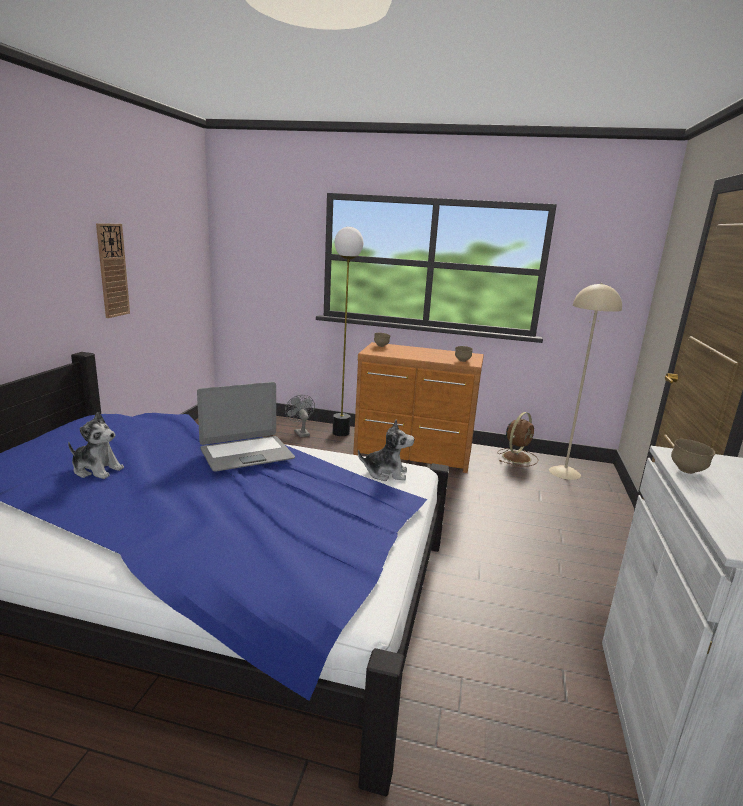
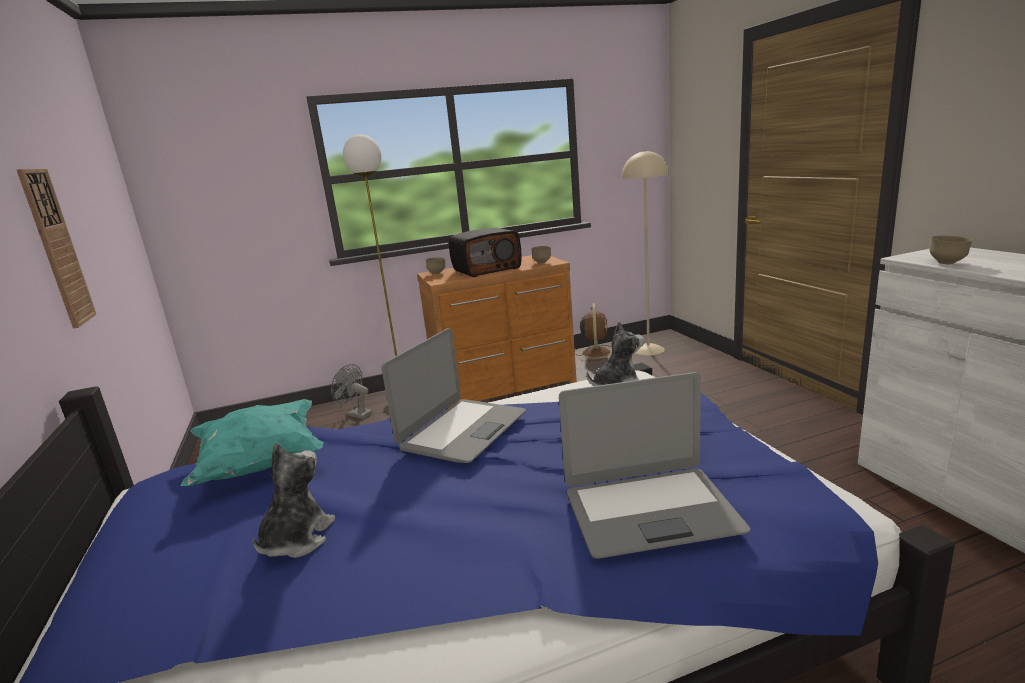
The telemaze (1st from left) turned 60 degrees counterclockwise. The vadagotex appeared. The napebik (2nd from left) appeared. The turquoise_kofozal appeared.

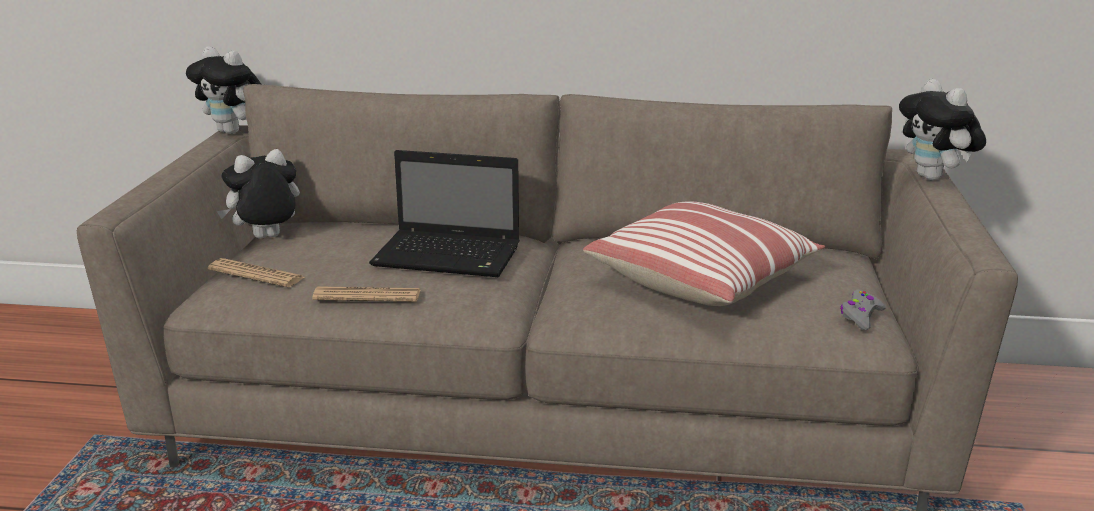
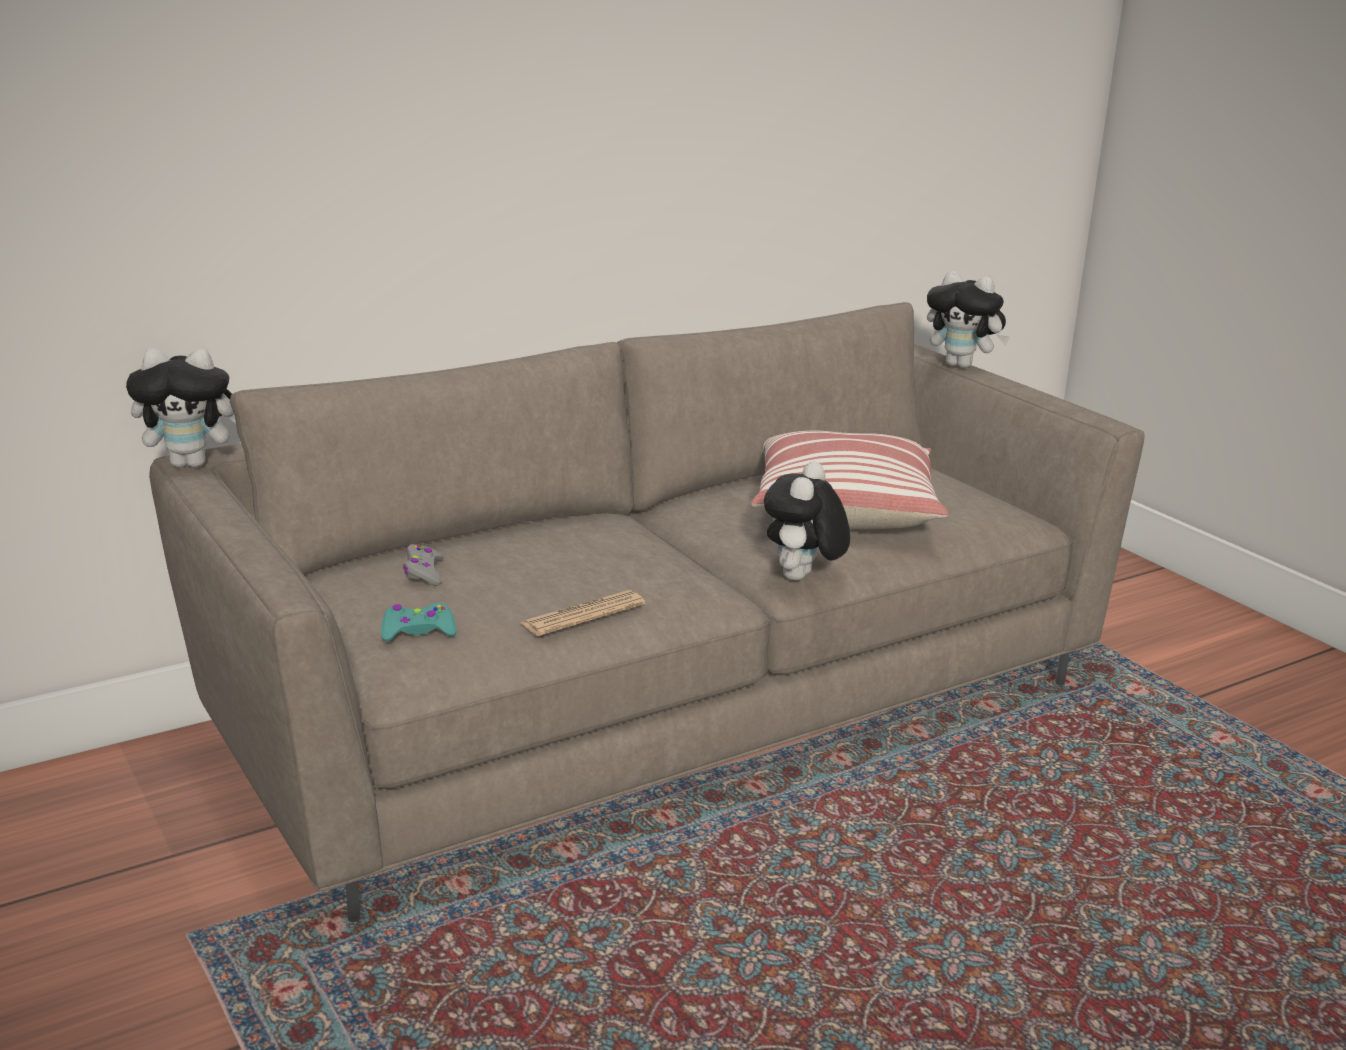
The telemaze (2nd from left) moved. The napebik disappeared. The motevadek (1st from left) was replaced by the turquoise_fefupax. The grey_fefupax moved.

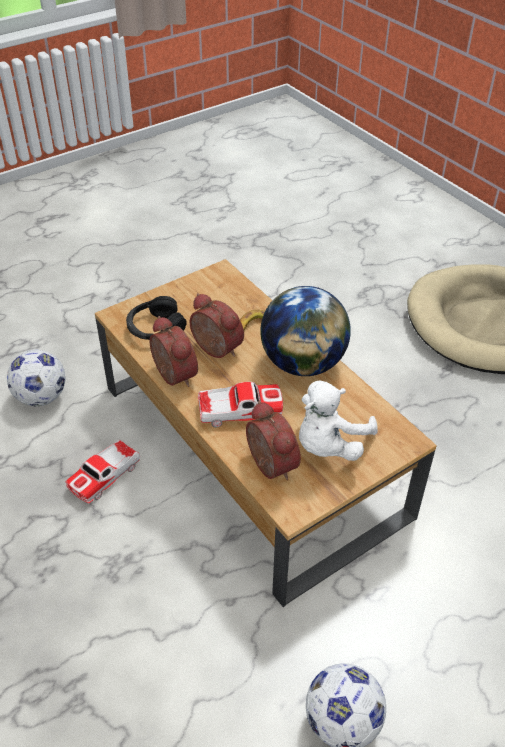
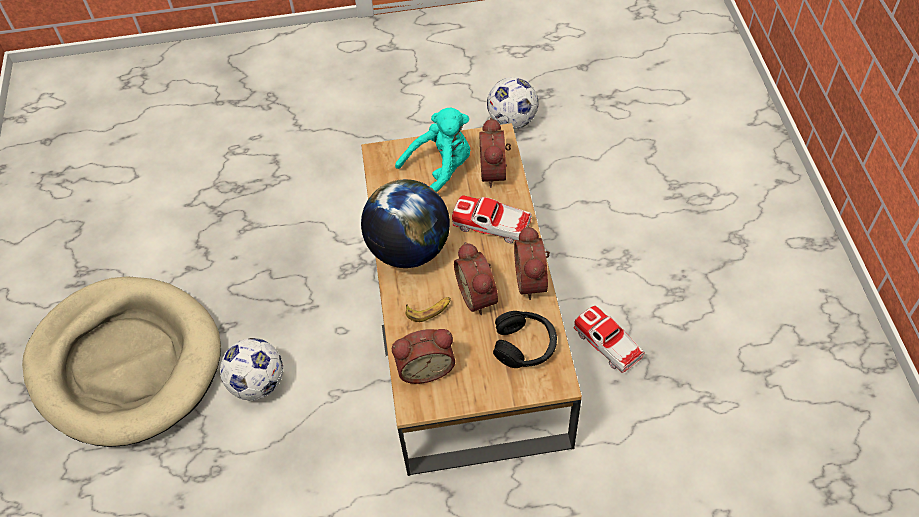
The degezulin (1st from left) moved. The white_telemaze became the turquoise_telemaze. The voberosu (1st from left in the first image) turned 105 degrees counterclockwise. The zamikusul (1st from left) appeared.

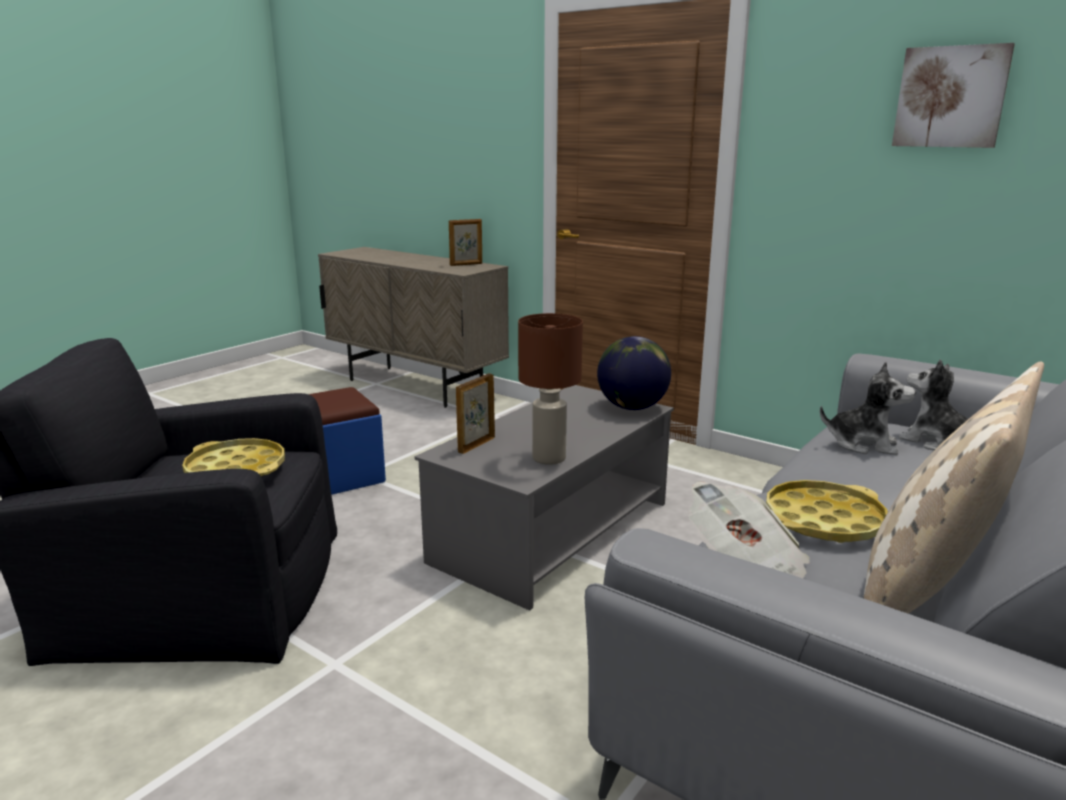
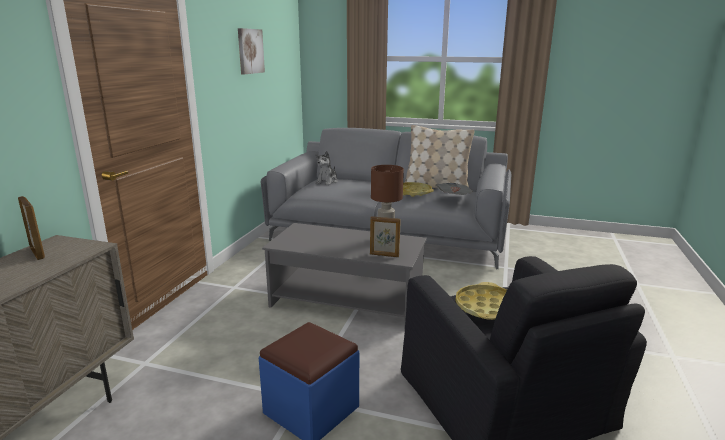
The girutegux disappeared. The telemaze (1st from left) disappeared.

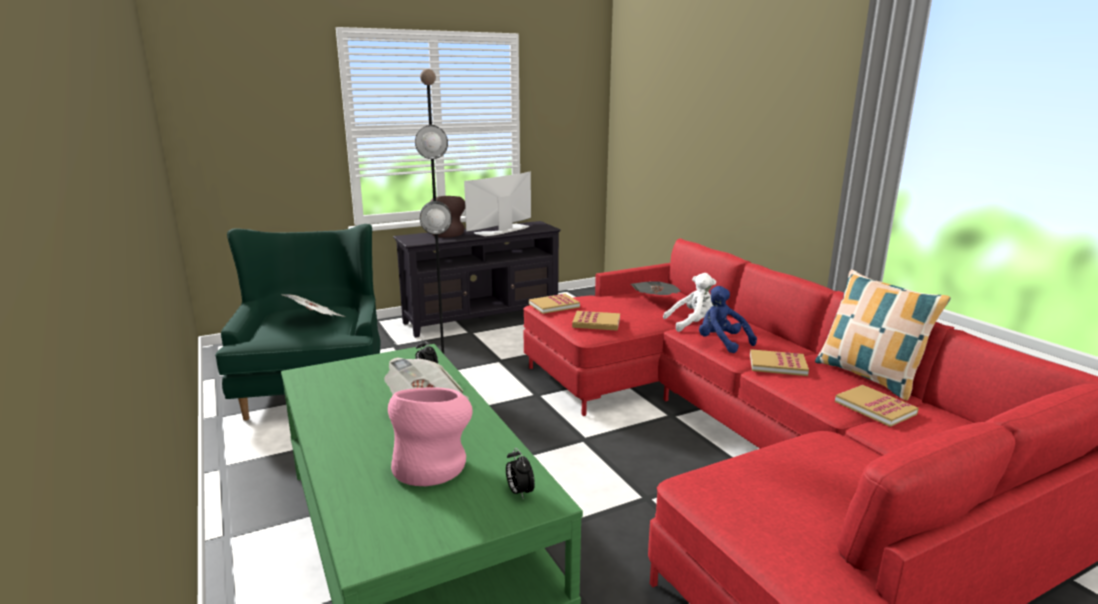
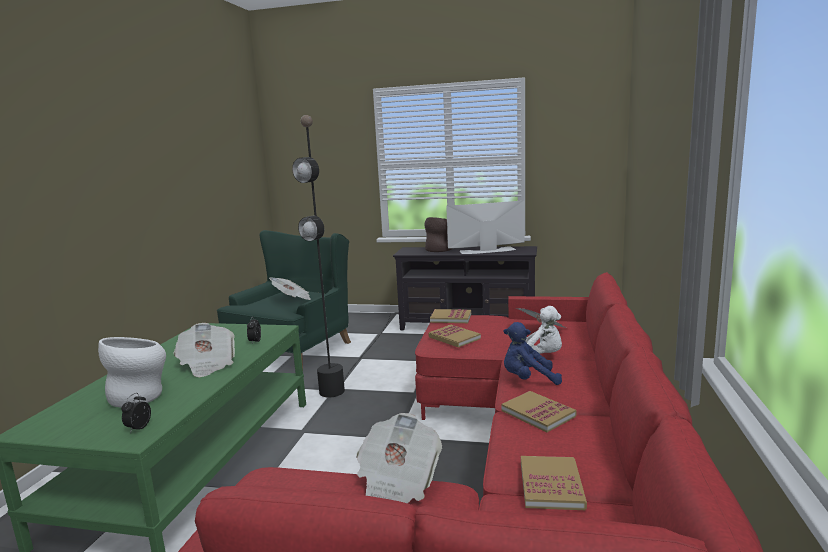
The kofozal disappeared. The blue_telemaze turned 90 degrees counterclockwise. The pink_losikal became the white_losikal. The motevadek (3rd from left) appeared.

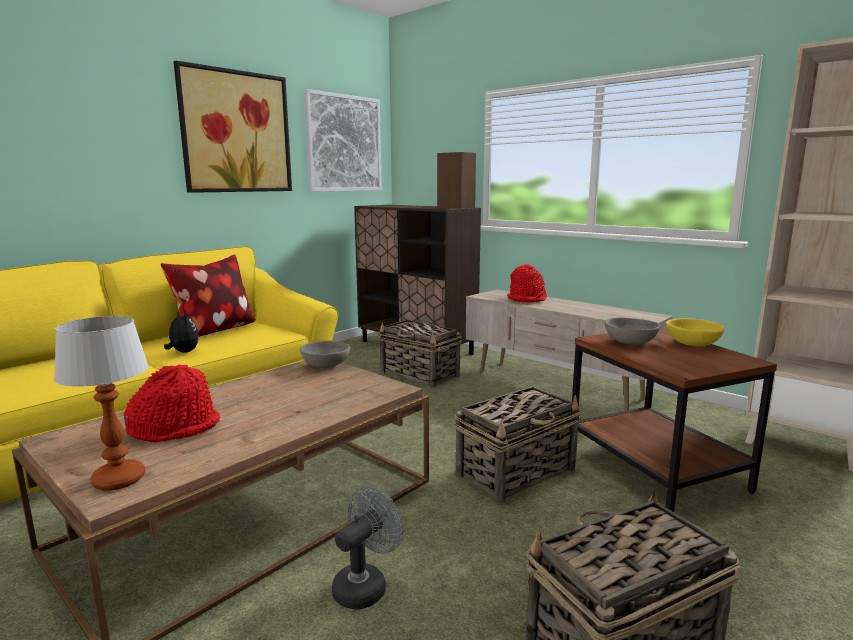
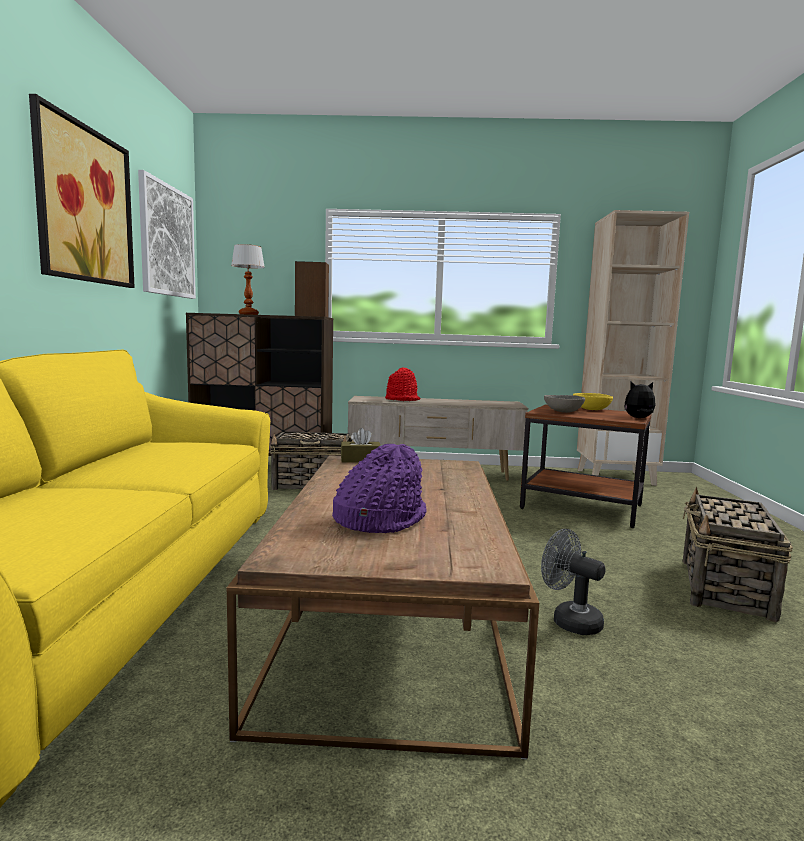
The kofozal disappeared. The telemaze moved. The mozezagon moved. The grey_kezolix (1st from left) was replaced by the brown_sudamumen. The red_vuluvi (1st from left) became the purple_vuluvi. The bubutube (2nd from left) disappeared. The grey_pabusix turned 45 degrees counterclockwise.

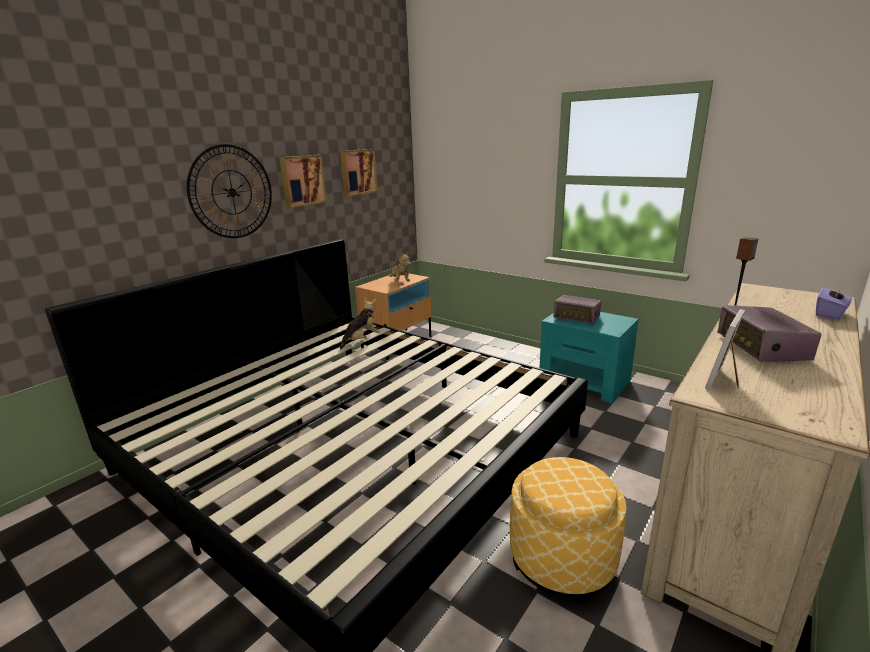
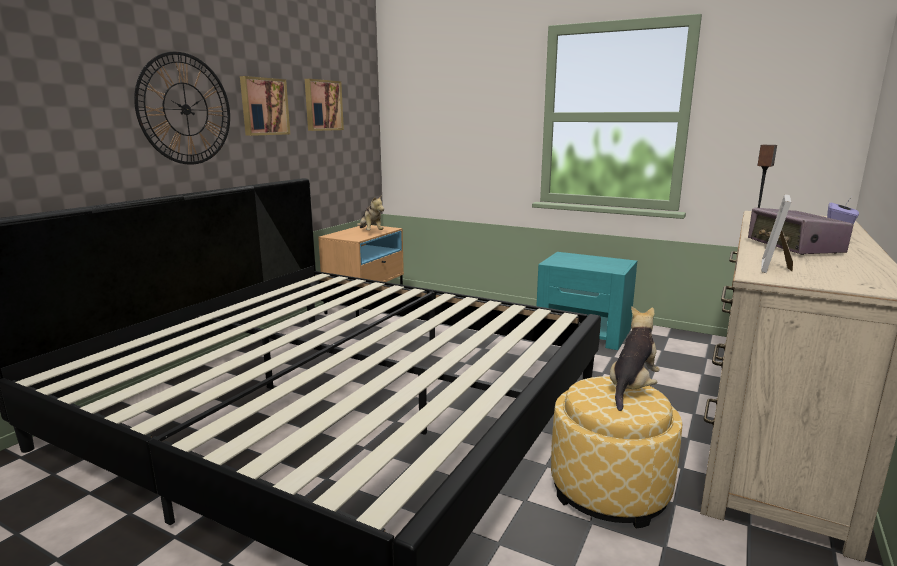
The vadagotex (1st from left) disappeared. The telemaze (1st from left in the first image) moved.

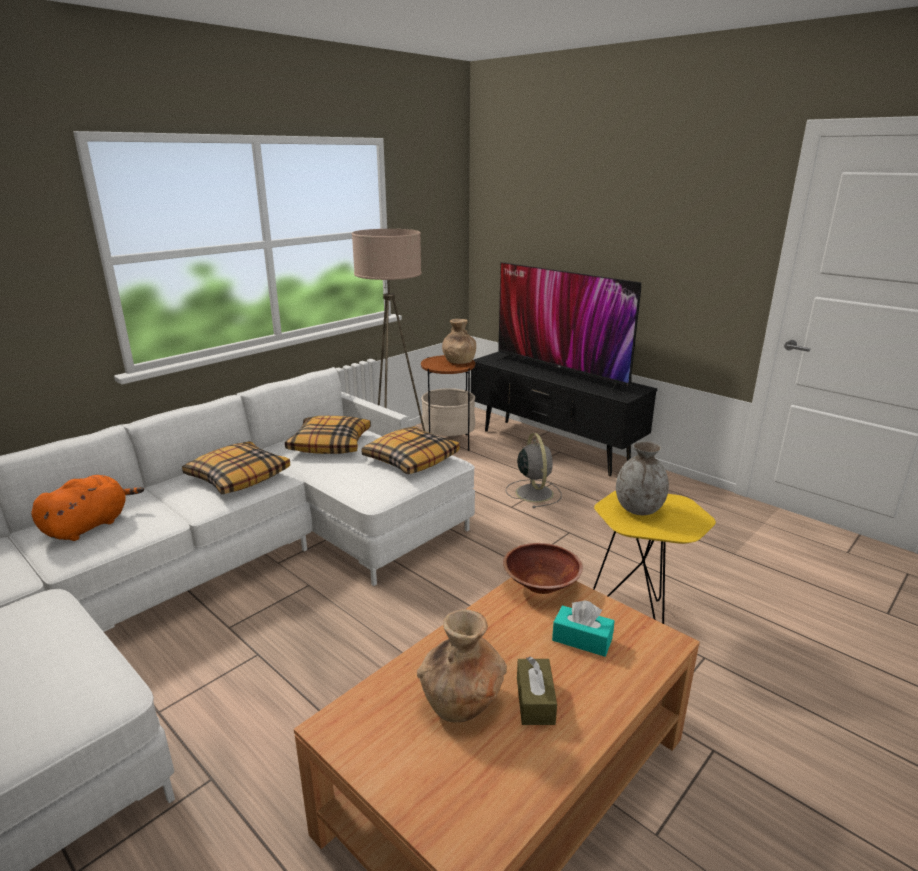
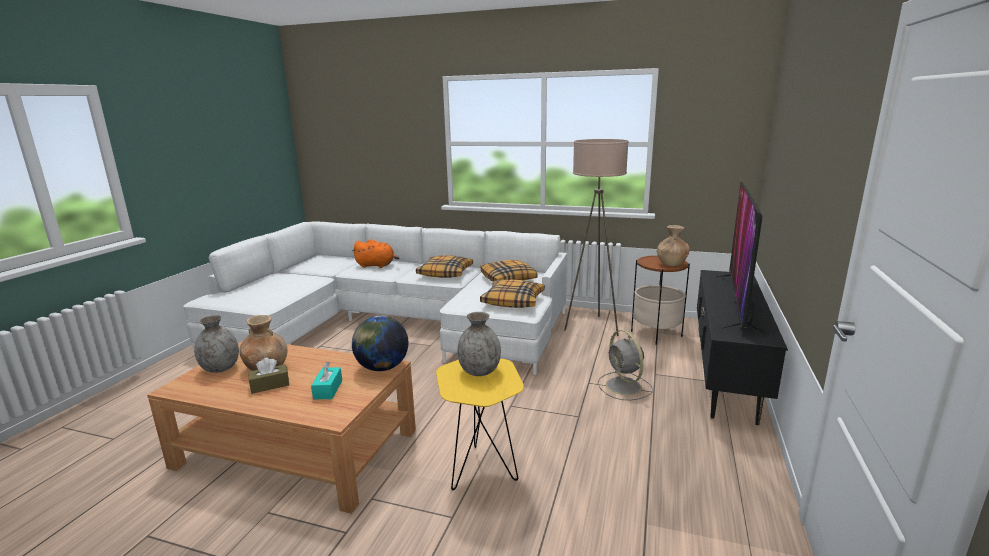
The grey_pabusix turned 105 degrees clockwise. The brown_kezolix was replaced by the girutegux. The grey_losikal (1st from left) appeared.

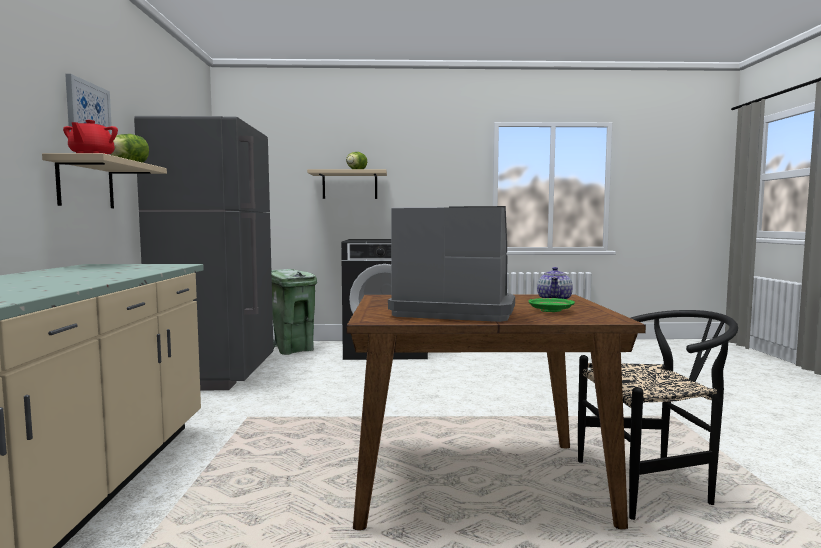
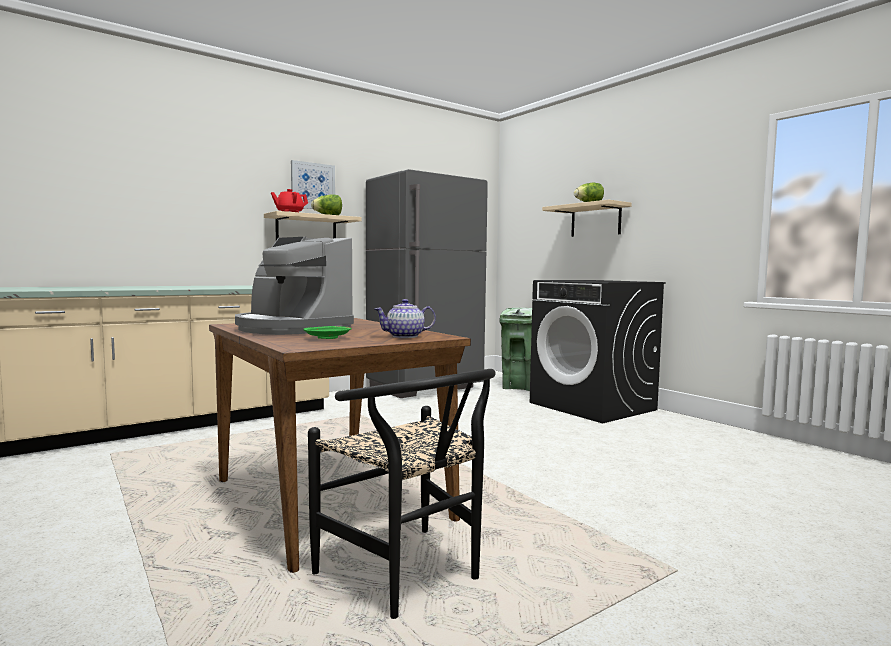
The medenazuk turned 150 degrees clockwise.

